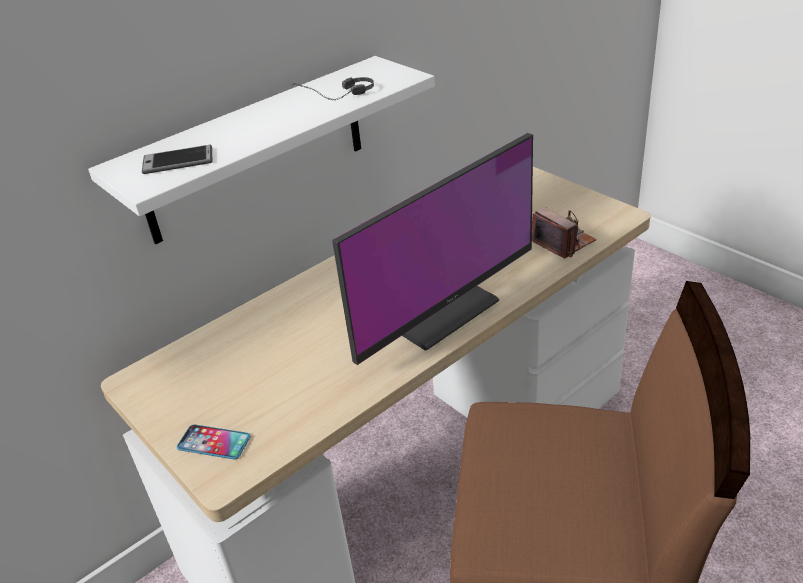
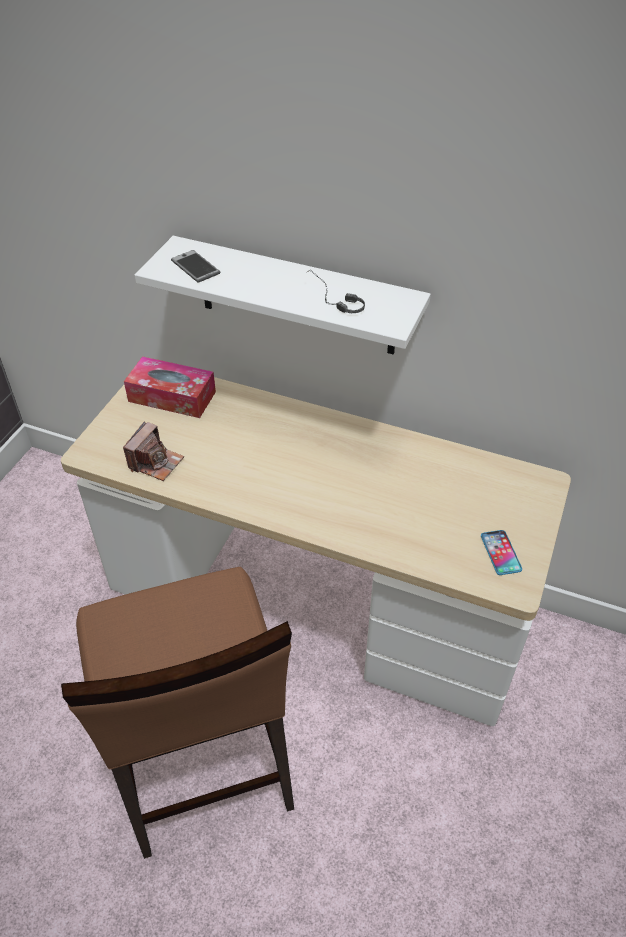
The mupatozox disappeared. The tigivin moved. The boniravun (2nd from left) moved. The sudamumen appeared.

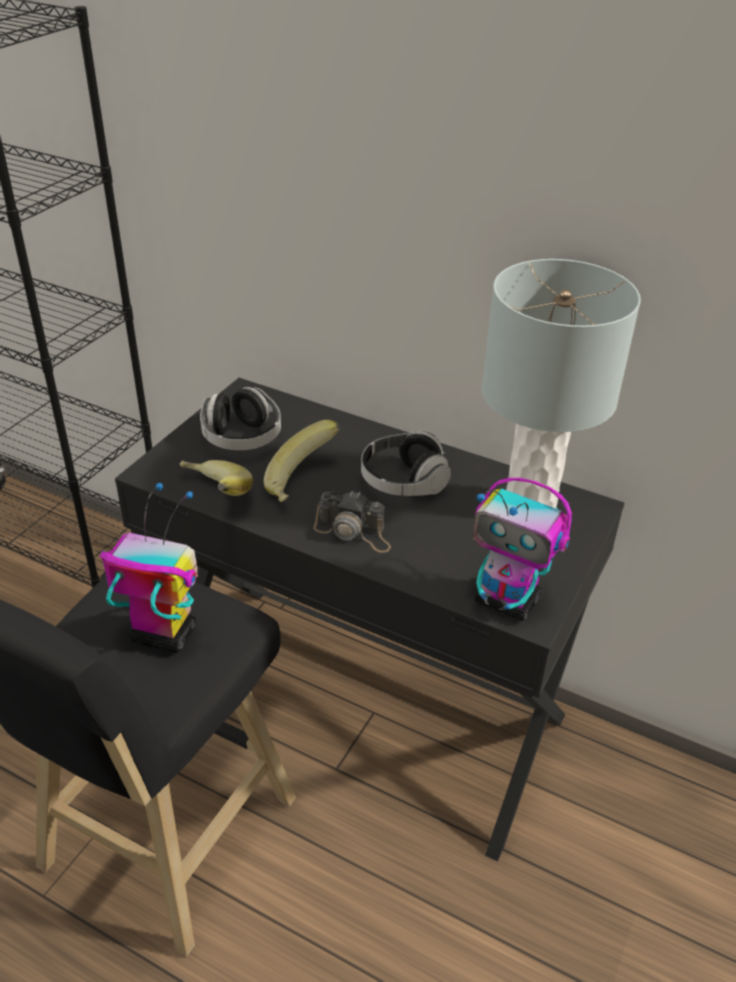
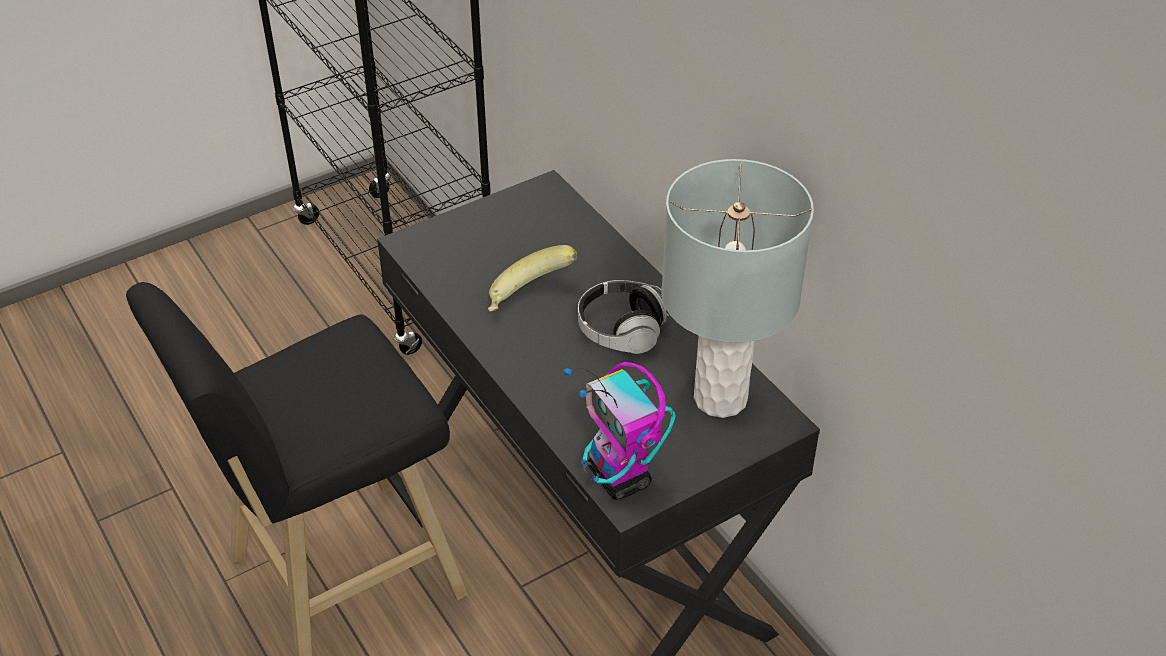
The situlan (1st from left) disappeared. The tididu (1st from left) disappeared. The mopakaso (1st from left) disappeared. The tigivin disappeared.

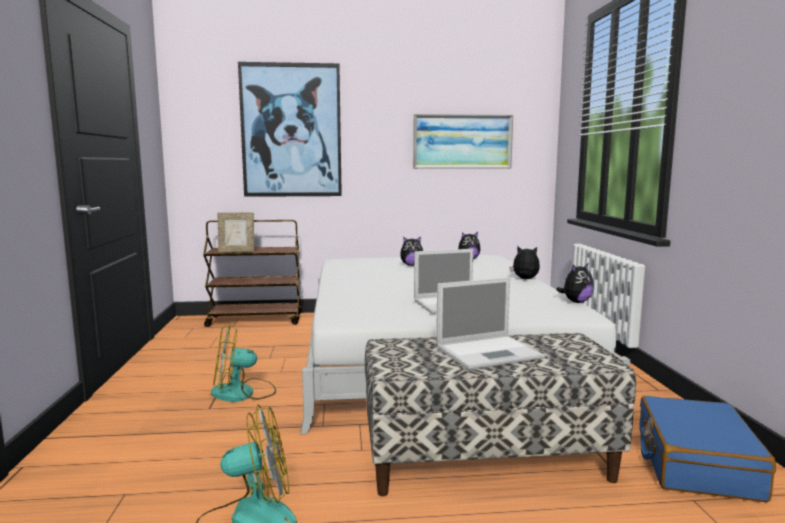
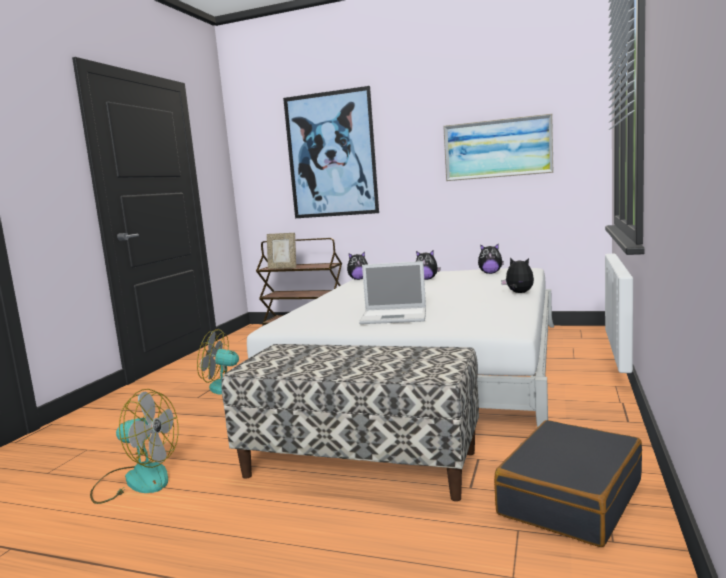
The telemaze (4th from left in the first image) moved. The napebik (2nd from left) disappeared. The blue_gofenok became the black_gofenok.

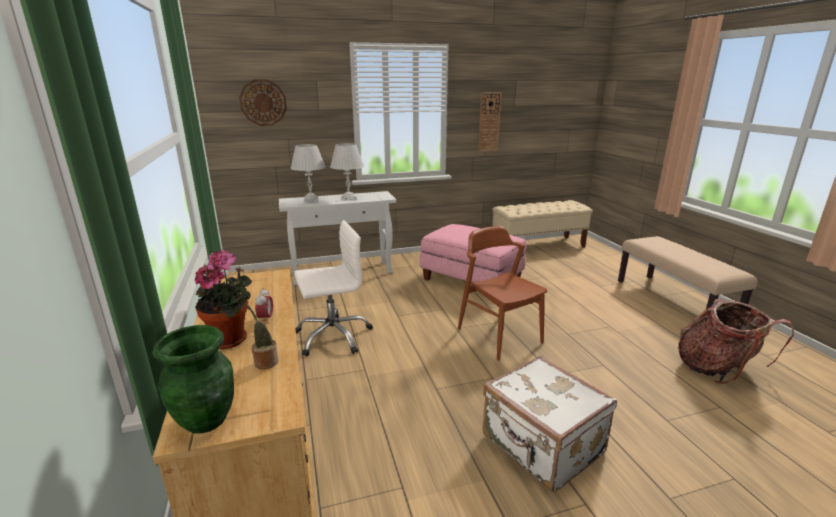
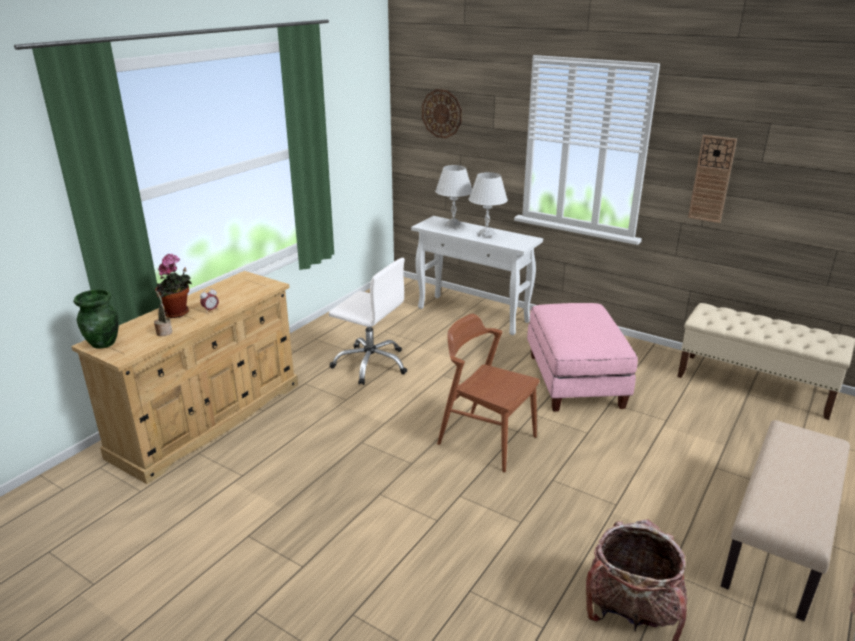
The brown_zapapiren turned 75 degrees counterclockwise. The white_gofenok disappeared.

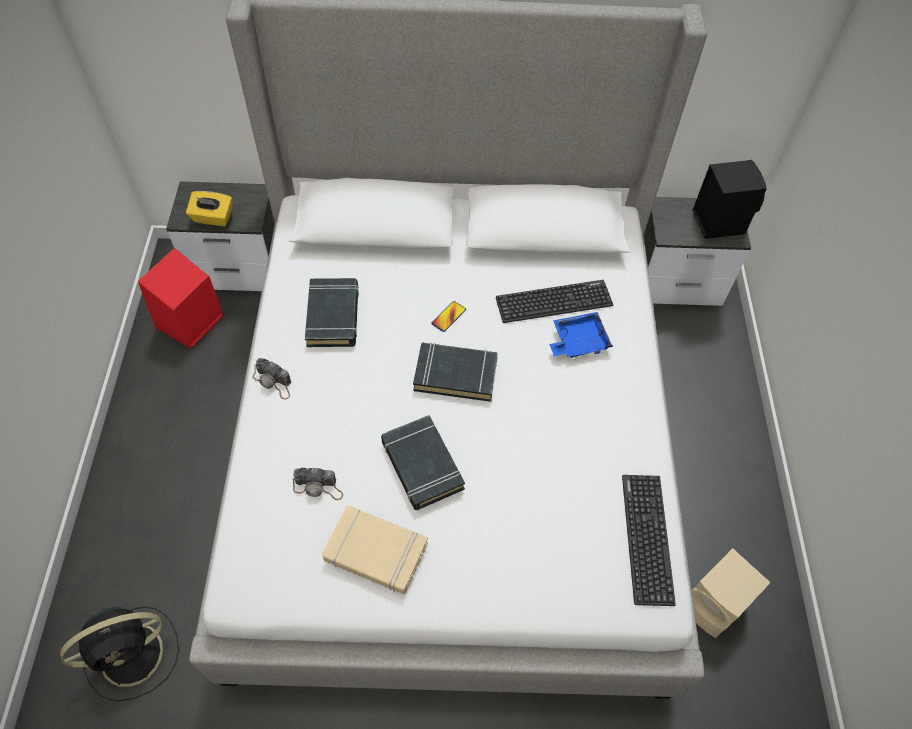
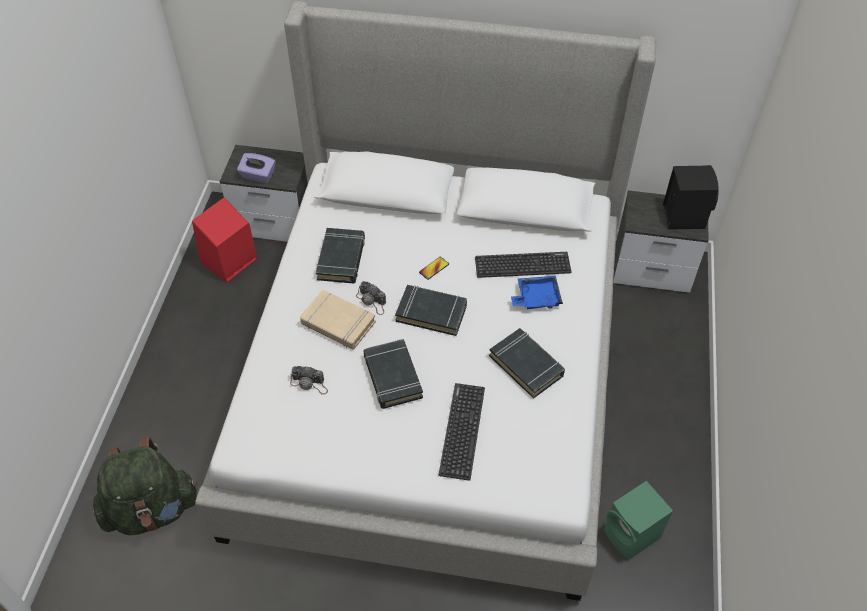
The yellow_sudamumen became the purple_sudamumen. The tigivin (1st from left in the first image) moved. The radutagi (2nd from left in the first image) moved. The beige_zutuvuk moved. The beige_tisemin became the green_tisemin. The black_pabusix was replaced by the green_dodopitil. The black_zutuvuk (4th from left) appeared.

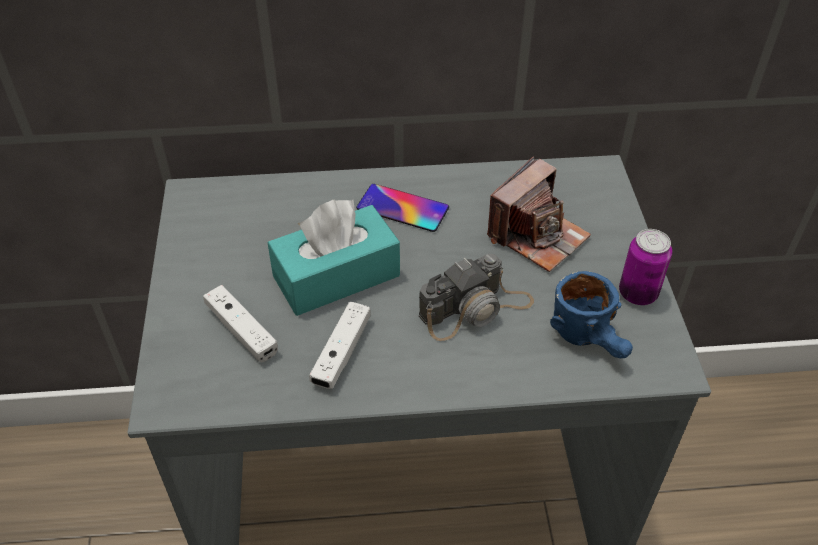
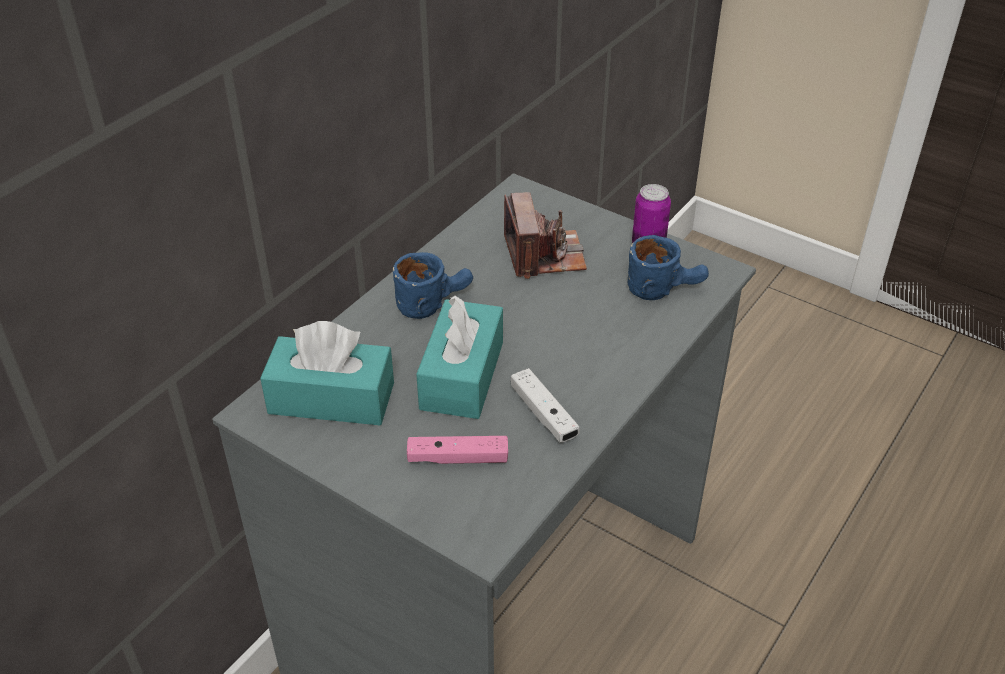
The boniravun was replaced by the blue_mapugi (1st from left). The tigivin (1st from left) disappeared. The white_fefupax (1st from left) became the pink_fefupax. The turquoise_sudamumen (1st from left) appeared.

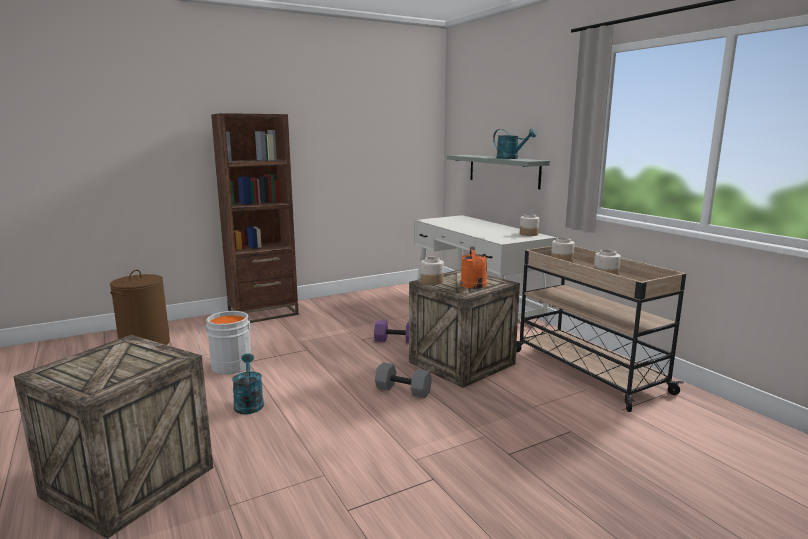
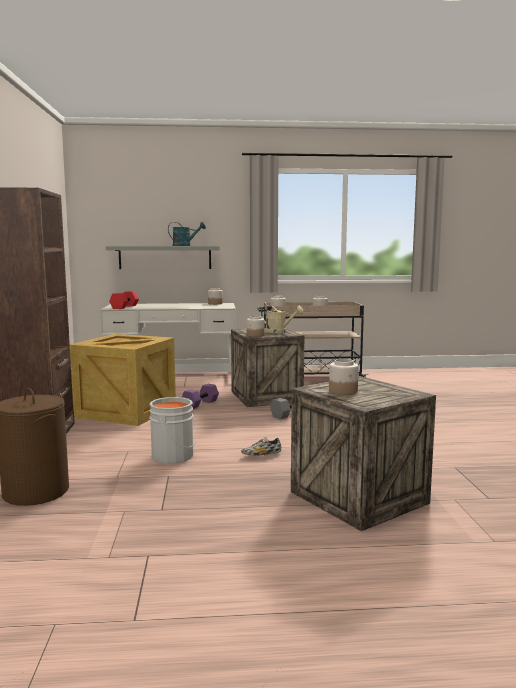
The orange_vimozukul became the beige_vimozukul. The turquoise_vimozukul (1st from left) was replaced by the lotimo. The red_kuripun appeared. The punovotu (1st from left) appeared. The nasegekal (5th from left) appeared.

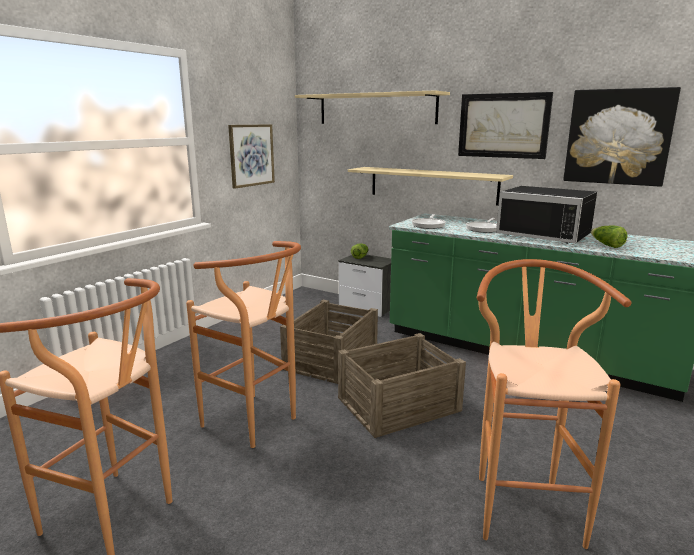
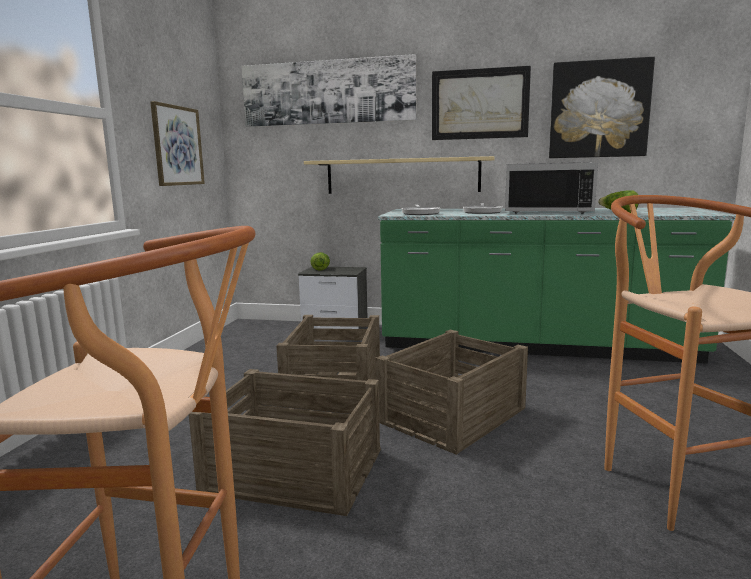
The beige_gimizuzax (1st from left) was replaced by the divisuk (2nd from left). The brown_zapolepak (2nd from left) was replaced by the punovotu (1st from left).

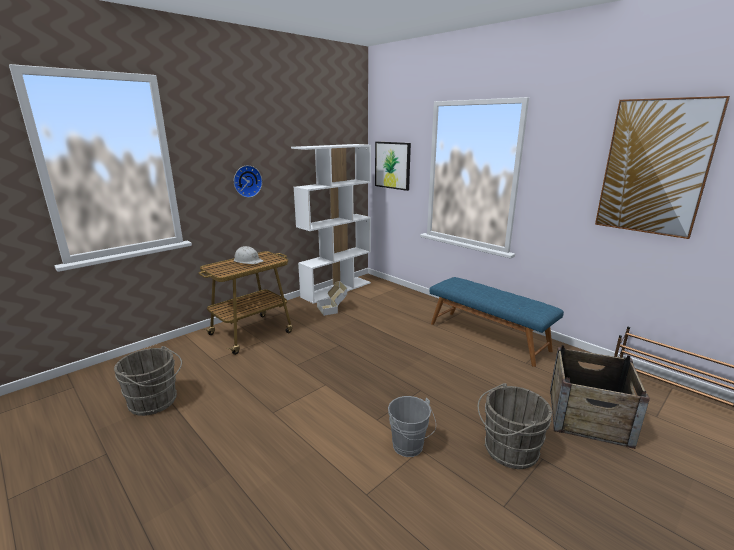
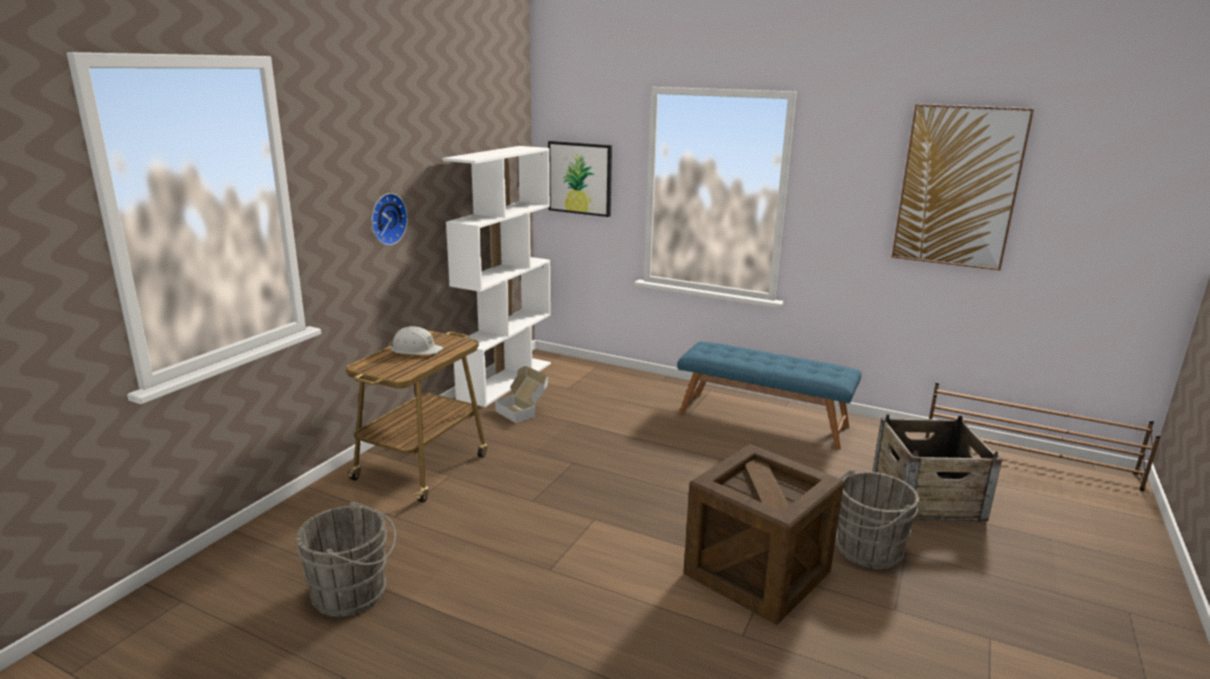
The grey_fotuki (2nd from left) was replaced by the punovotu (1st from left).

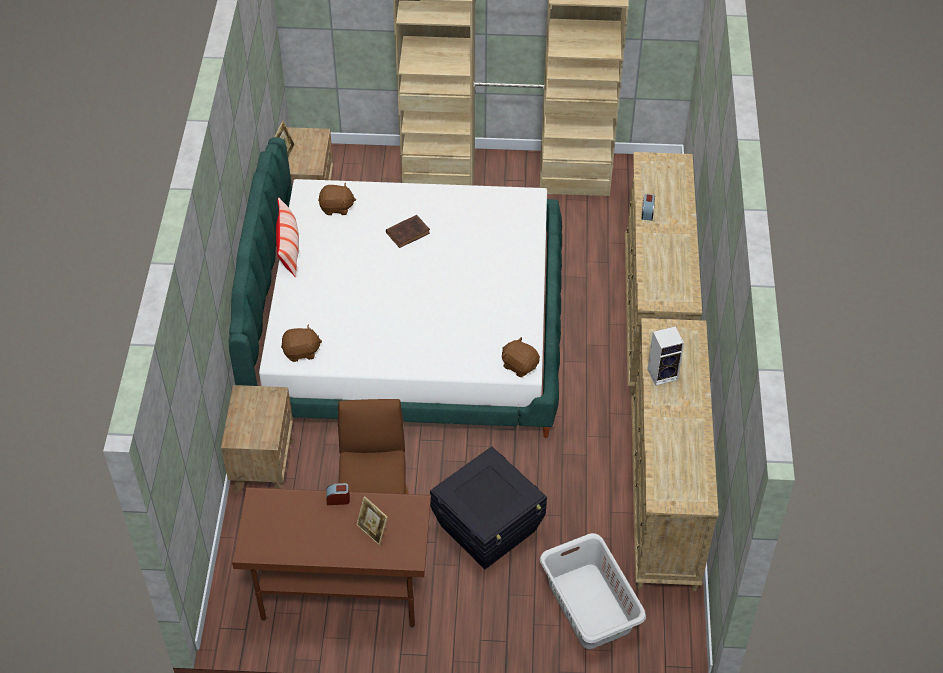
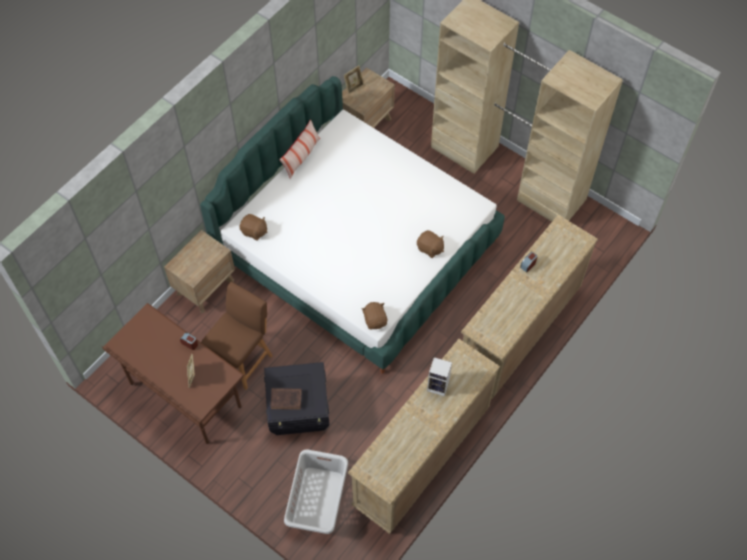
The brown_telemaze (2nd from left in the first image) moved. The brown_zutuvuk moved.

